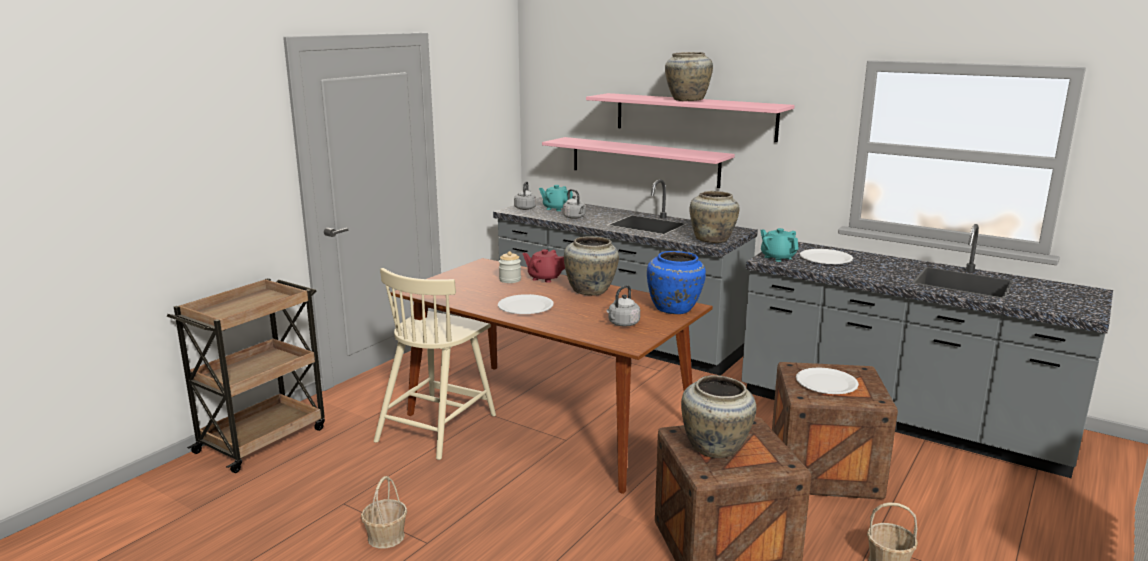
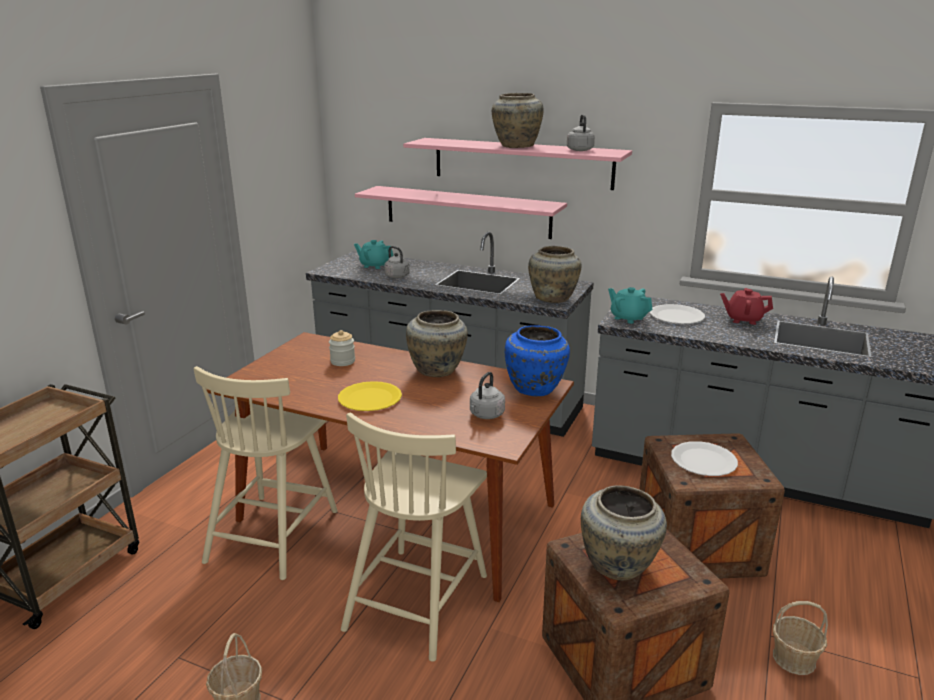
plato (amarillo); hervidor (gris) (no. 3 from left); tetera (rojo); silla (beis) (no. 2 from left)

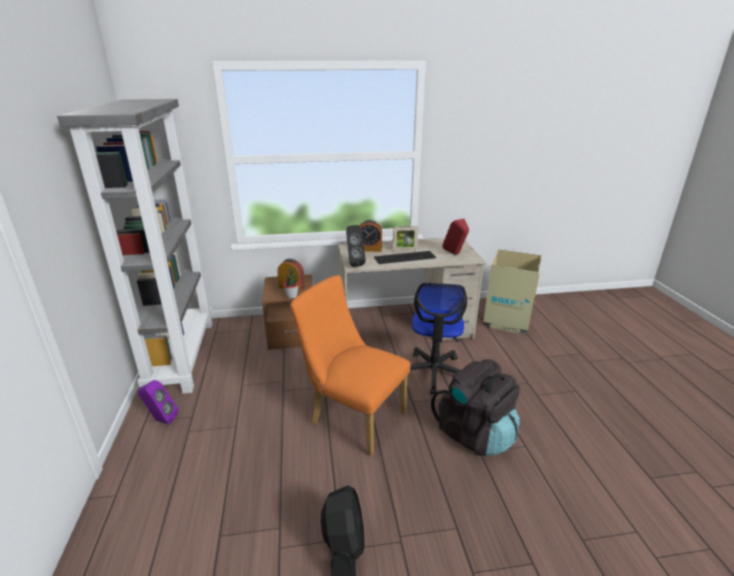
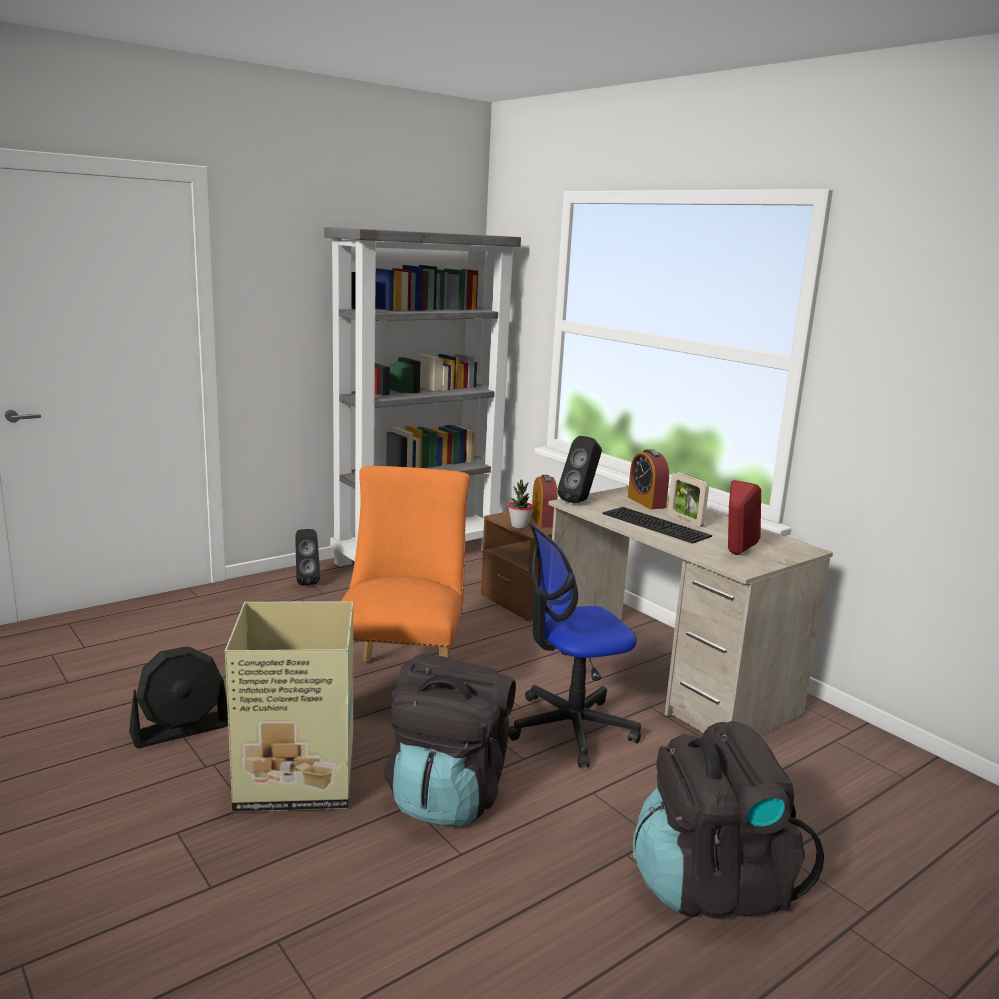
altavoz (negro) (no. 1 from left); caja de cartón; mochila (negro) (no. 2 from left)

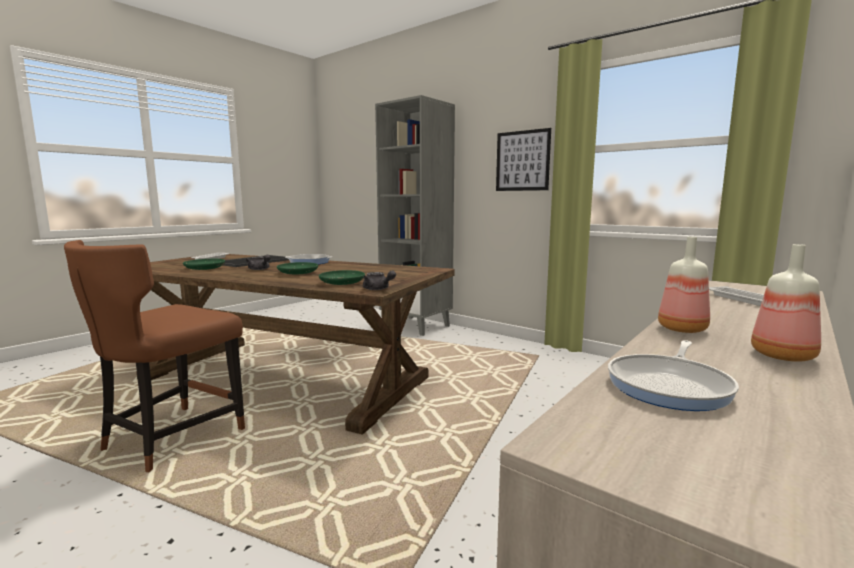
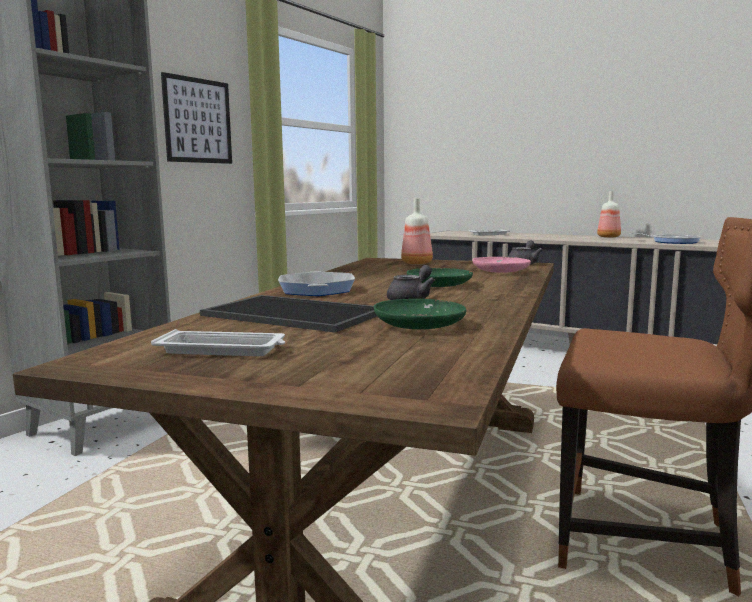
plato (rosa); botella (no. 1 from left)

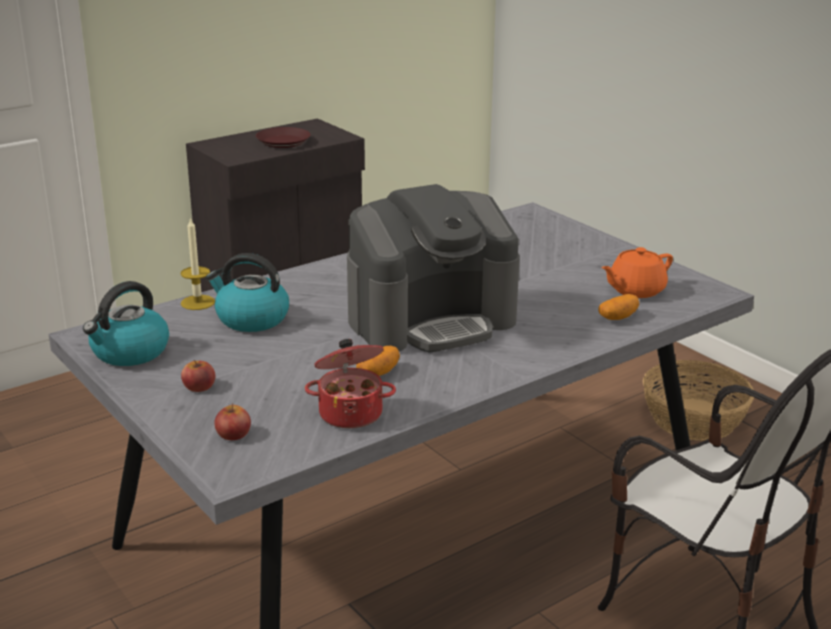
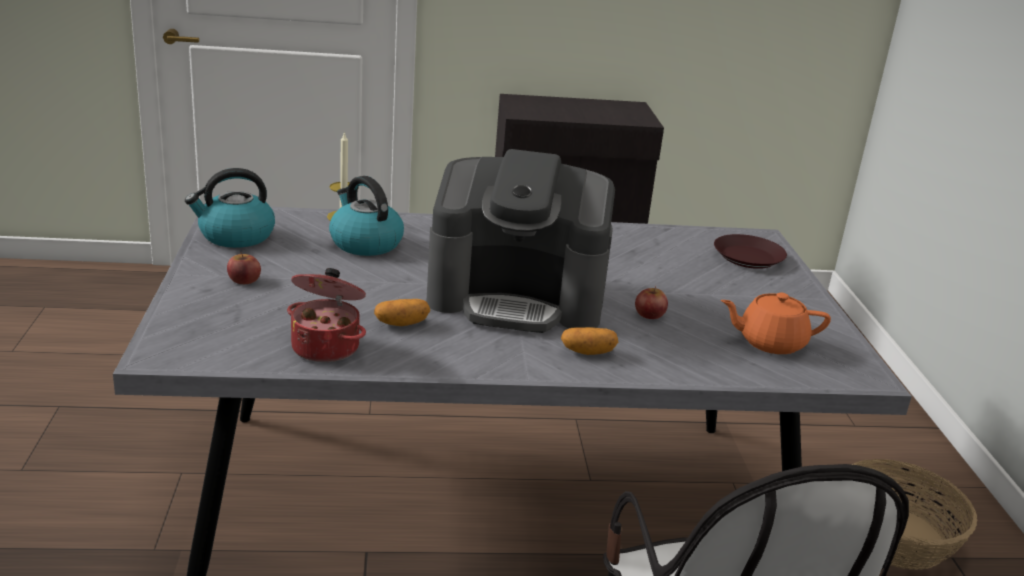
manzana (no. 2 from left); plato (marrón); patata (no. 2 from left)

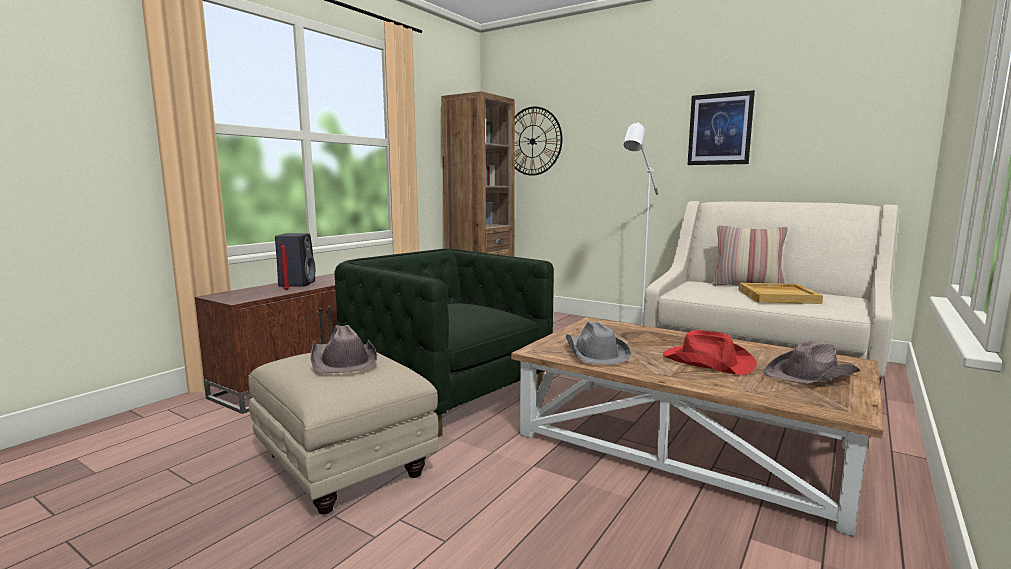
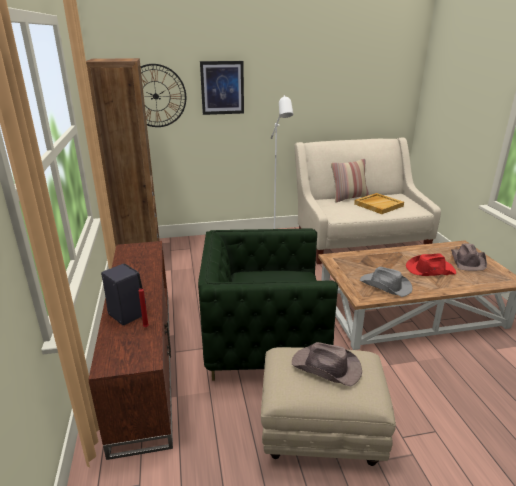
cuadro

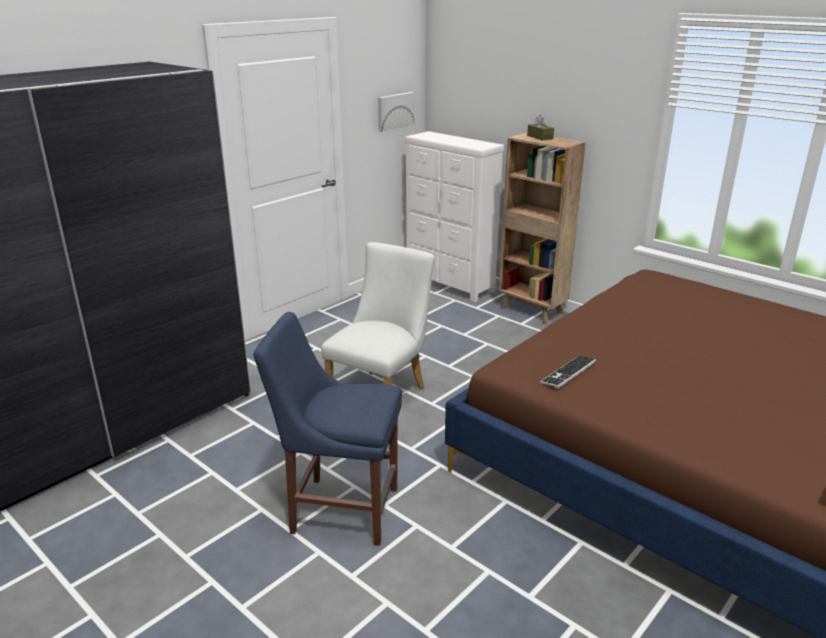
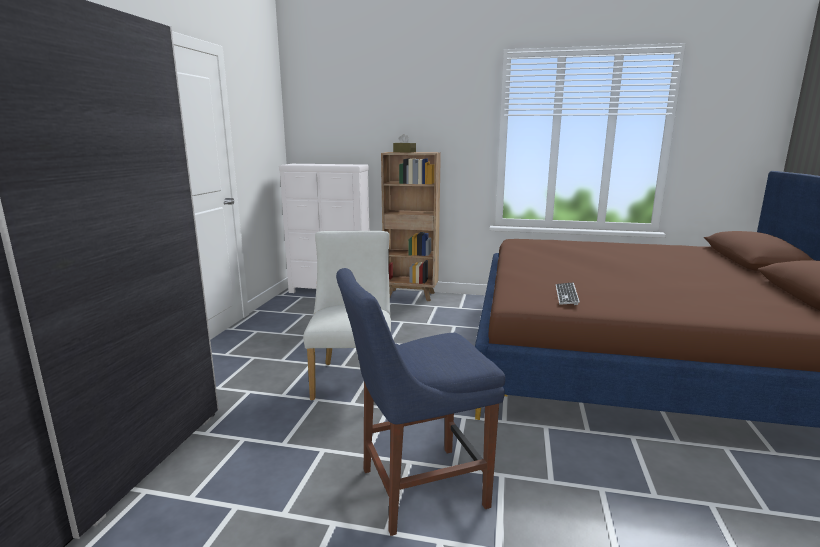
cuadro

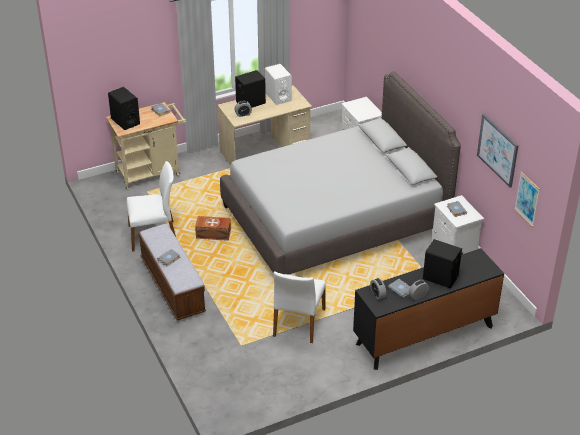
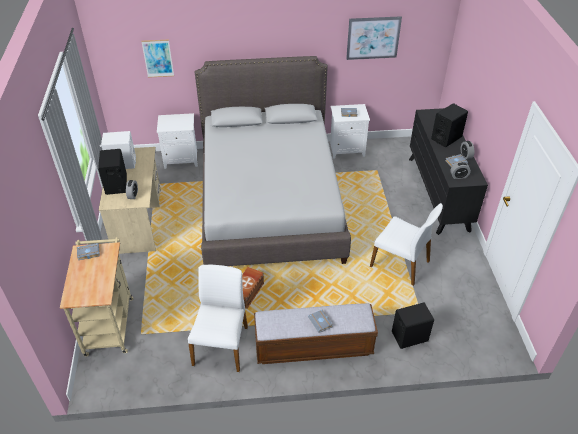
altavoz (negro) (no. 2 from left); cuadro (no. 1 from left)

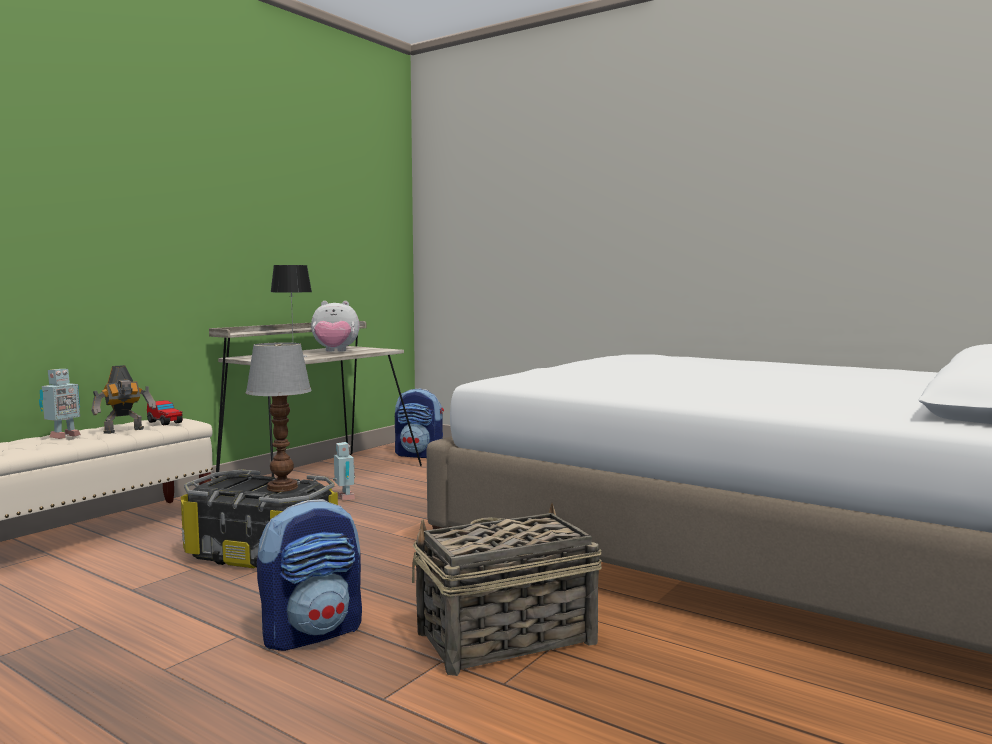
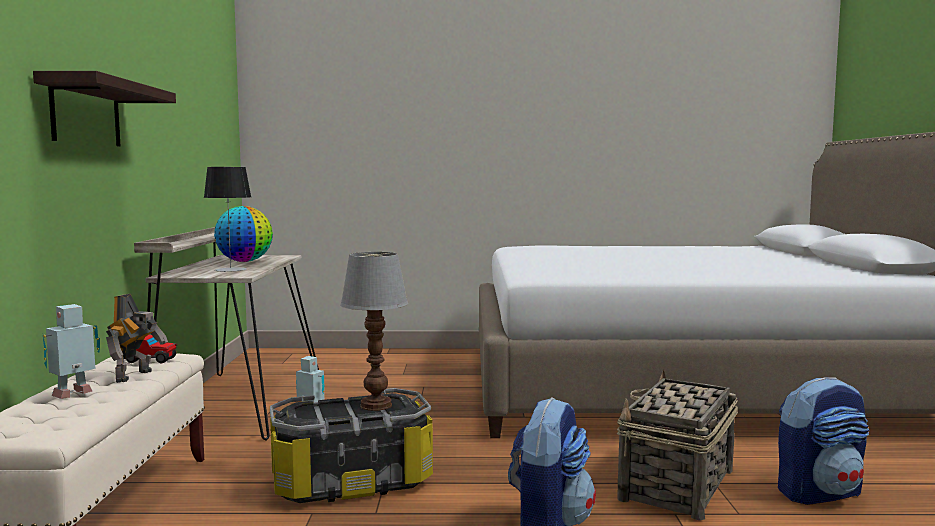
robot de juguete (no. 1 from left); globo terráqueo; mochila (no. 2 from left); estante

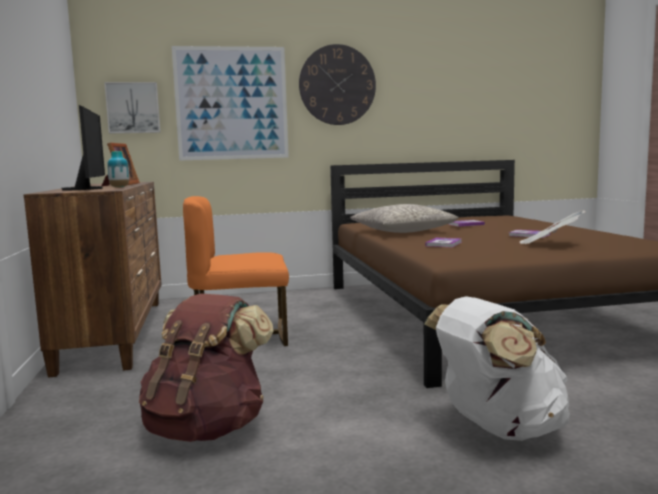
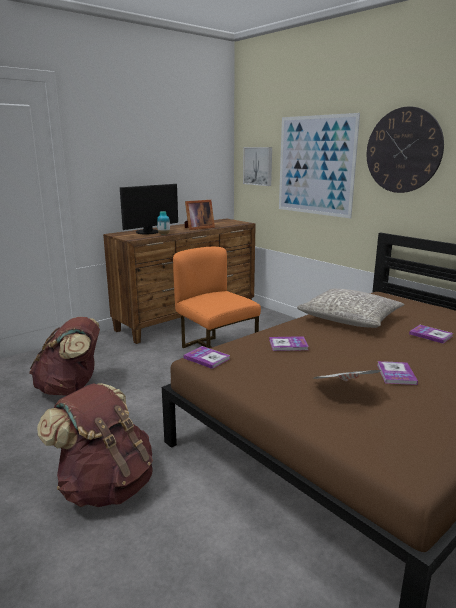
mochila (marrón) (no. 2 from left); libro (no. 1 from left)

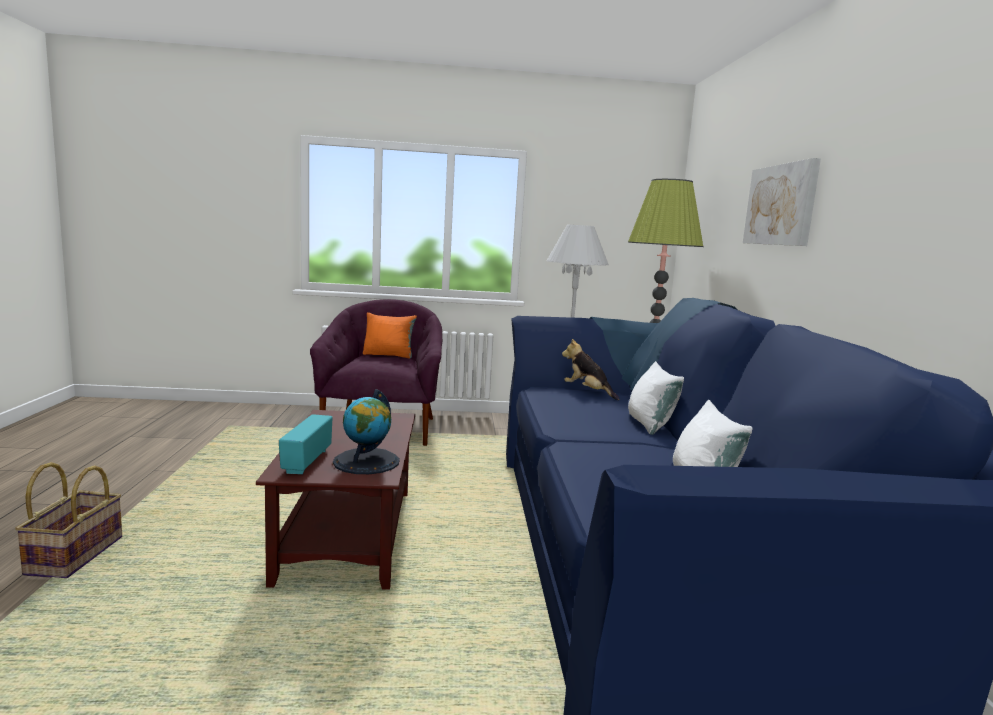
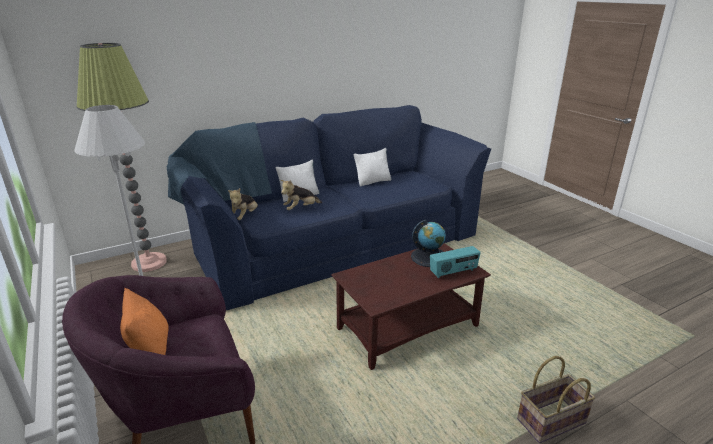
cuadro; peluche (no. 2 from left)

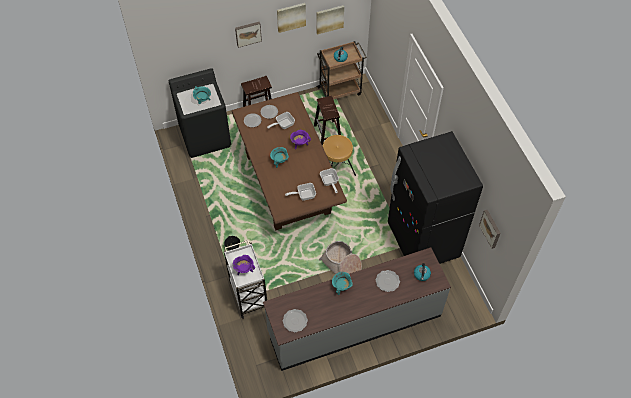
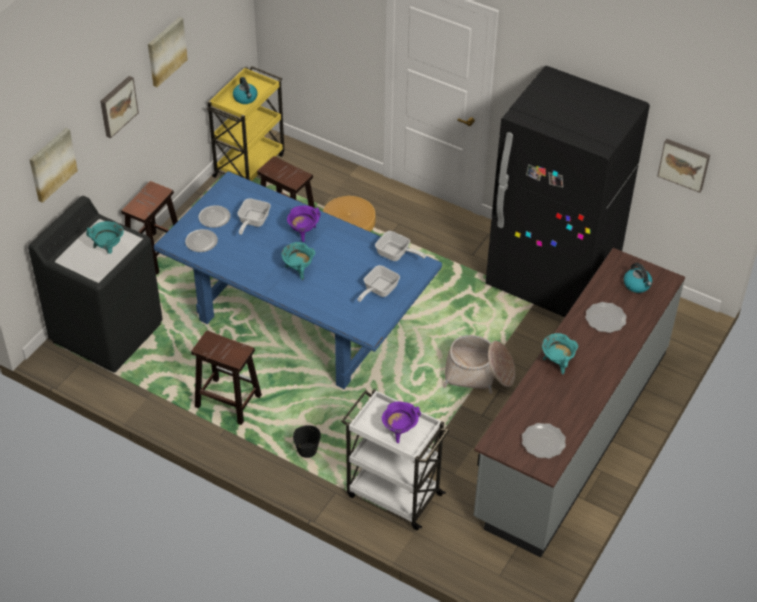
mesa de comedor (azul); cuadro (no. 1 from left); carrito (amarillo); taburete (marrón) (no. 2 from left)

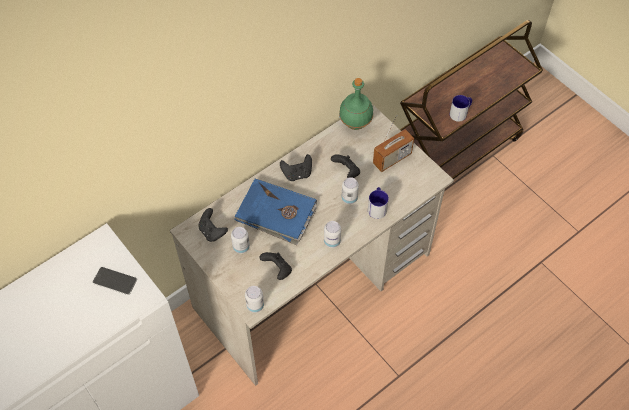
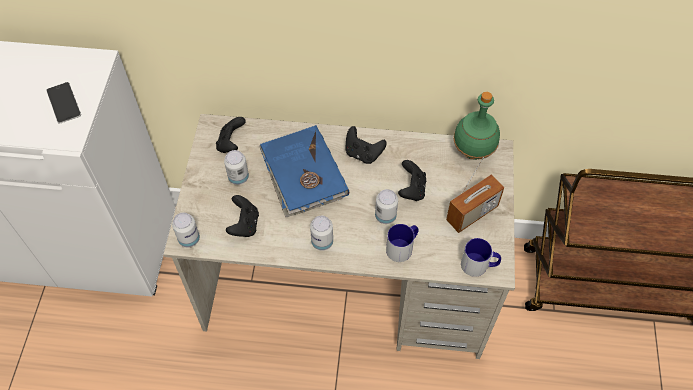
radio; taza grande (no. 2 from left)

